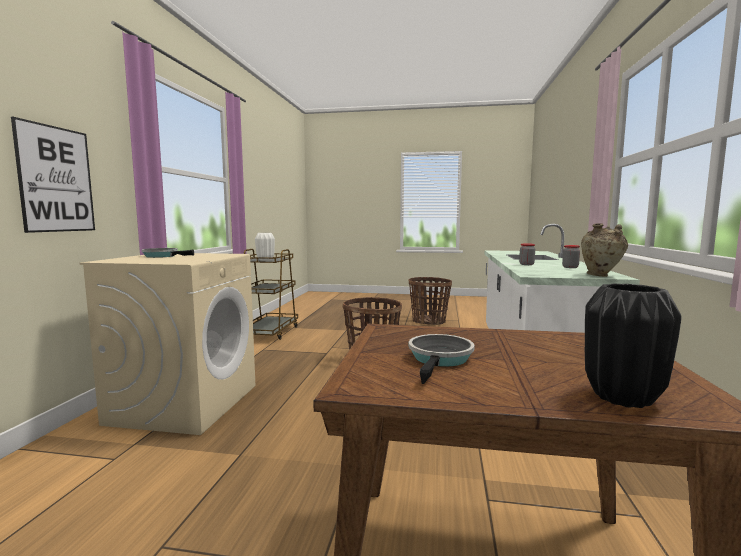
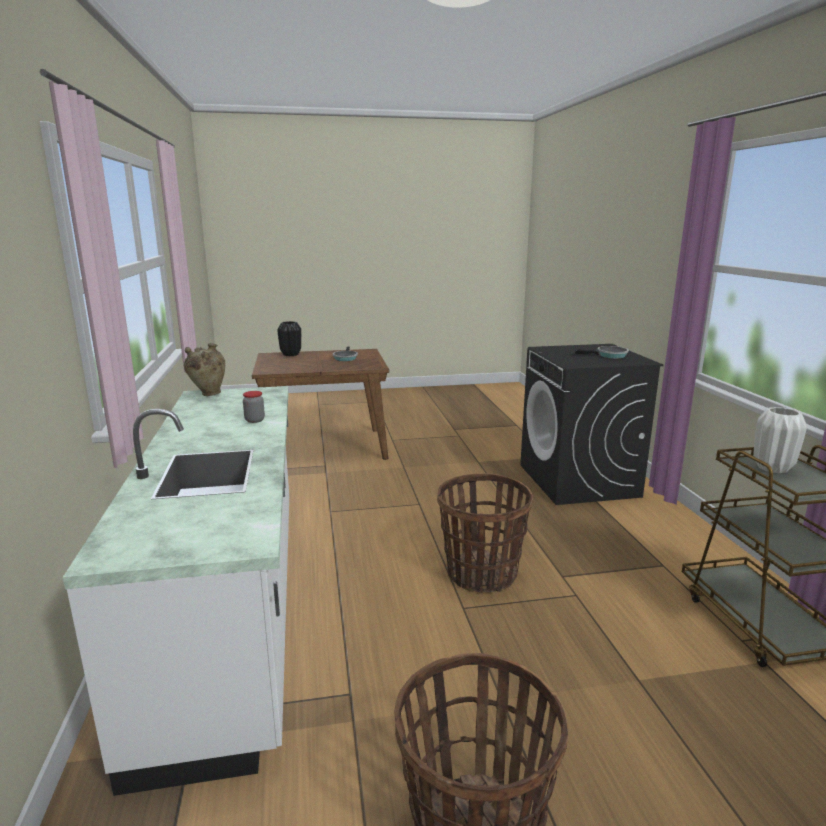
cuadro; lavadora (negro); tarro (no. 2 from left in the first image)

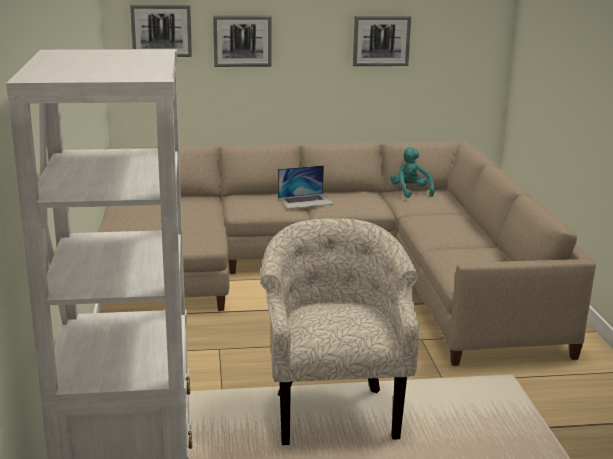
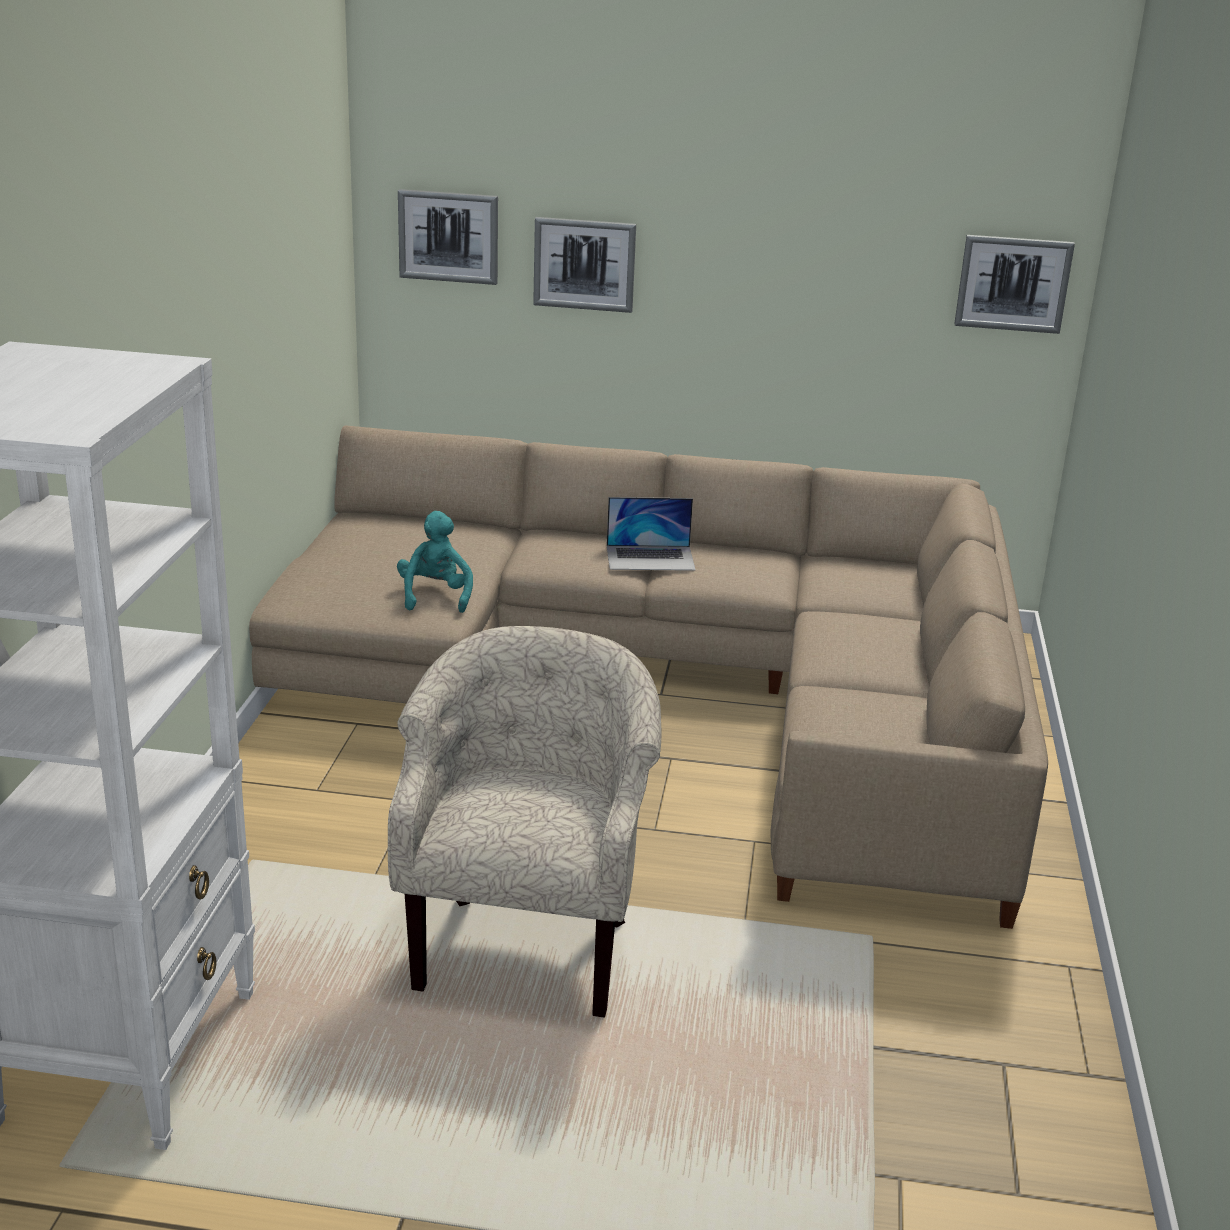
cuadro (no. 3 from left); peluche (turquesa)

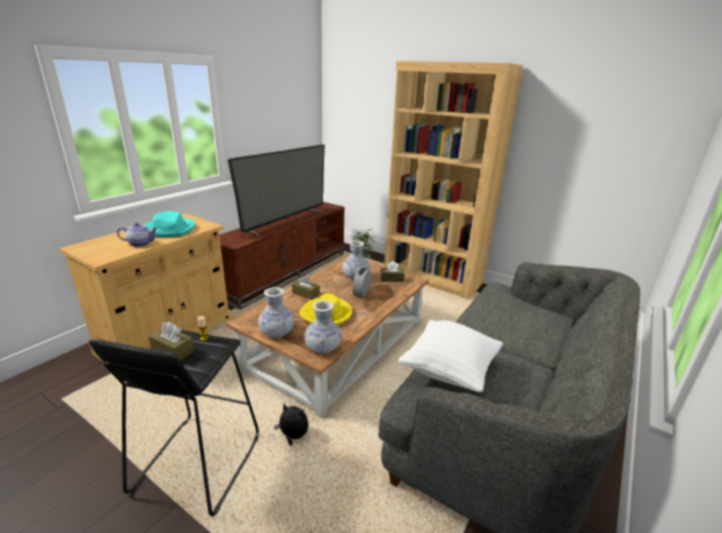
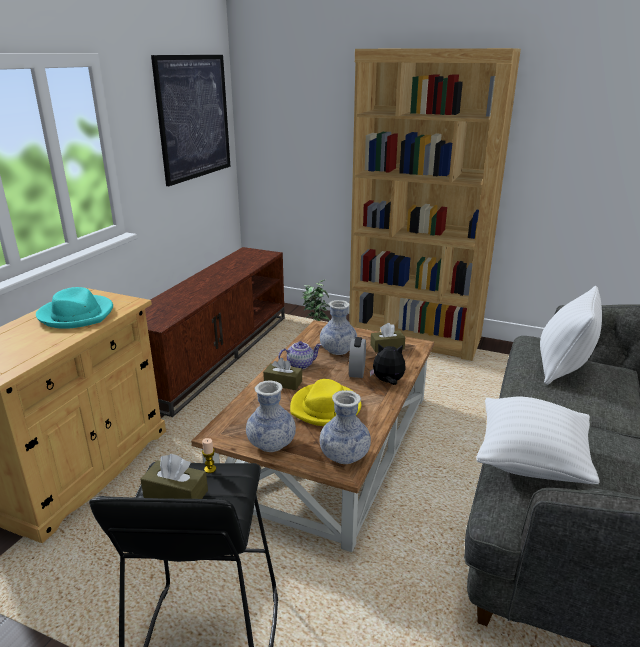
tetera; televisor; peluche; cuadro; cojín (blanco) (no. 2 from left)

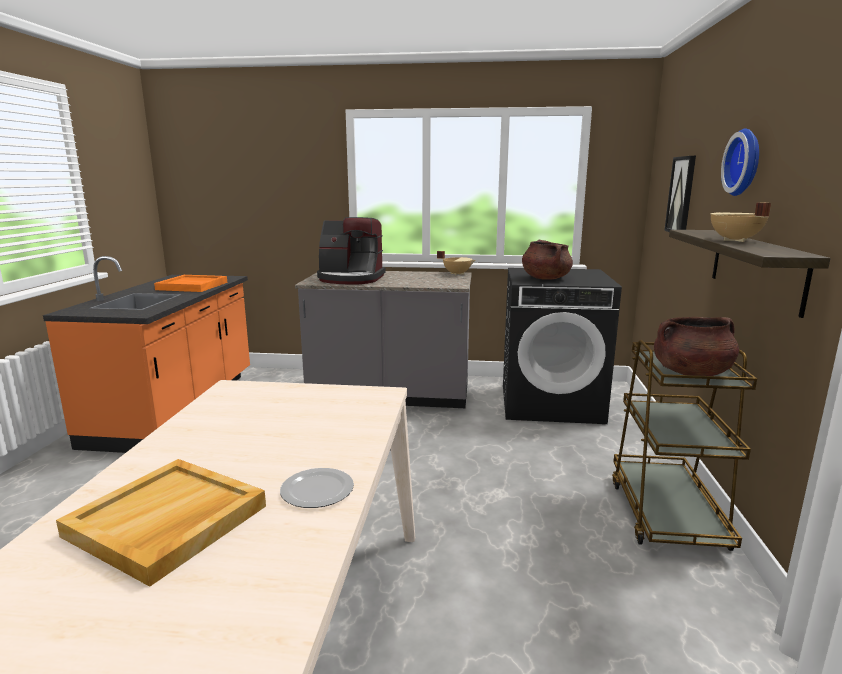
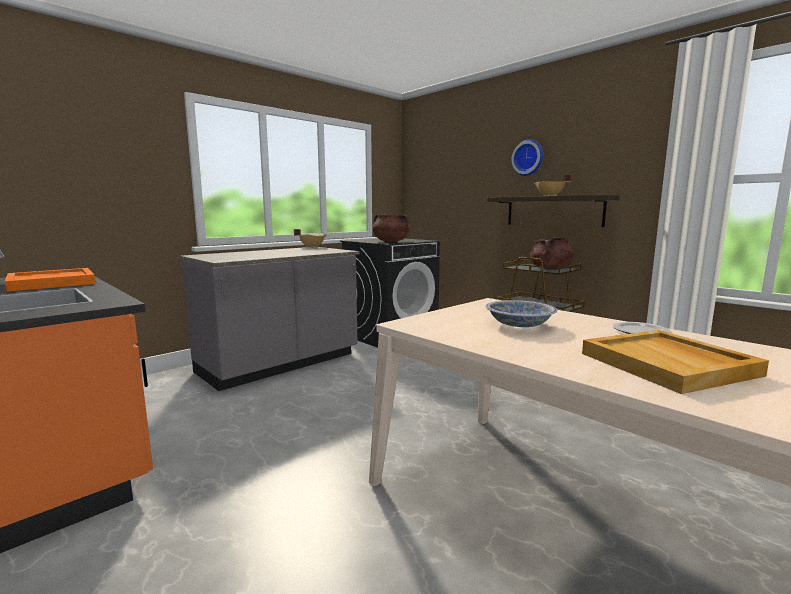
cafetera; cuadro; cuenco

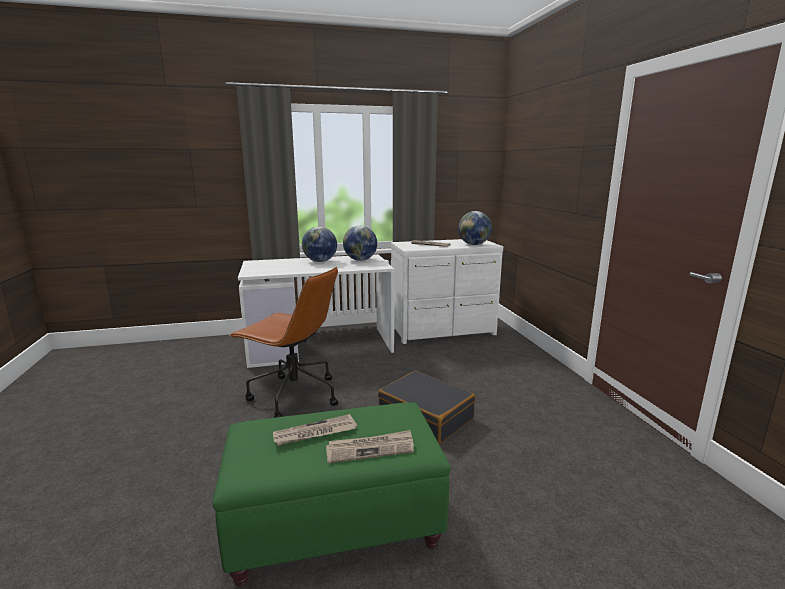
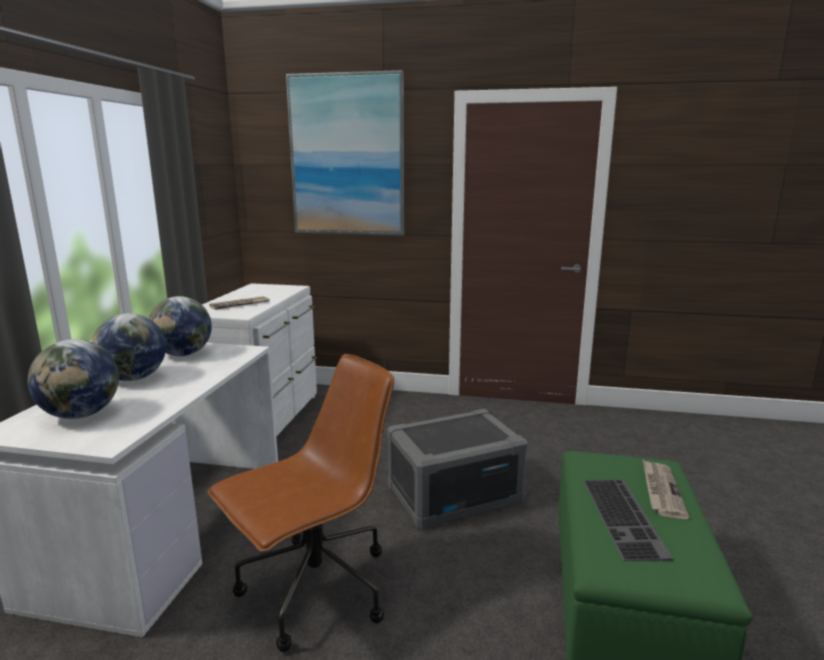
teclado; caja de almacenaje (gris); globo terráqueo (no. 1 from left); cuadro

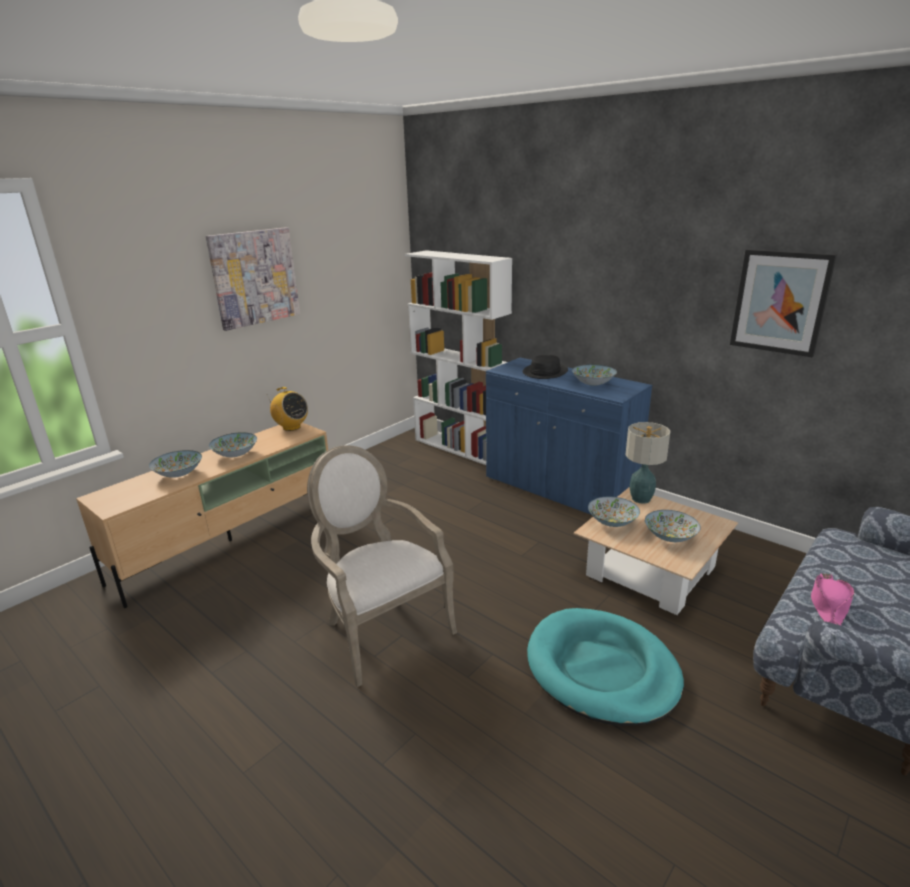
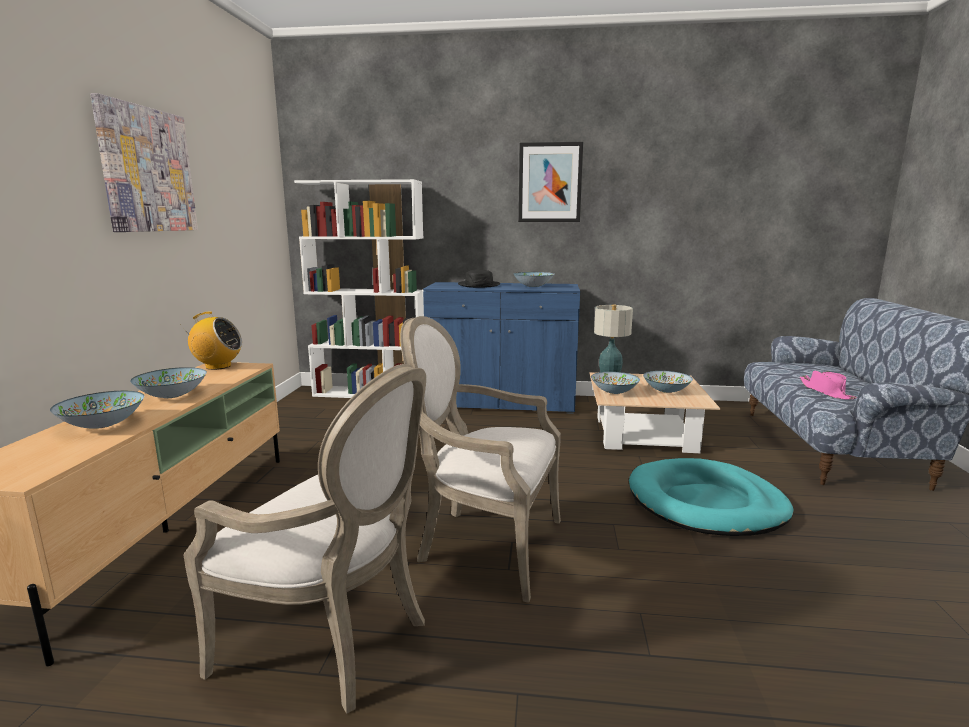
cuadro (no. 2 from left); sillón (no. 1 from left)

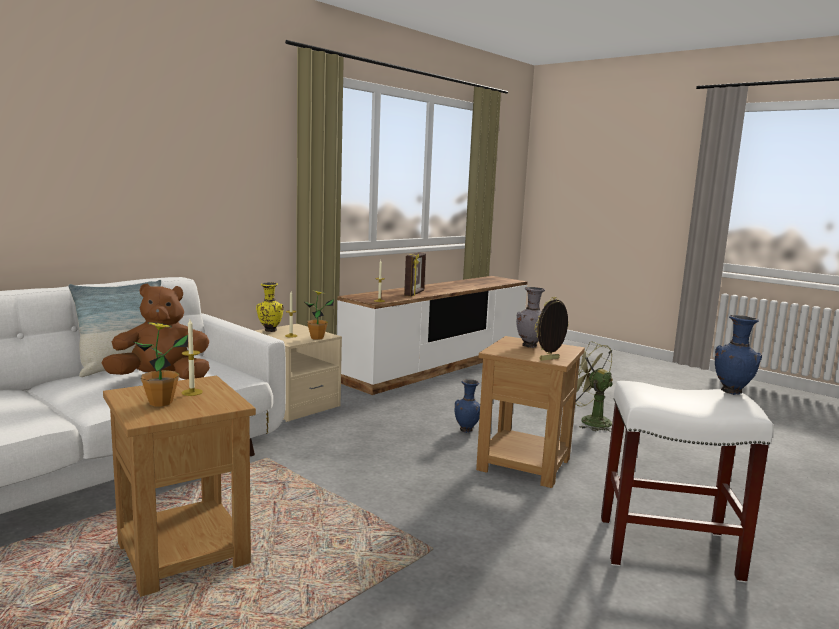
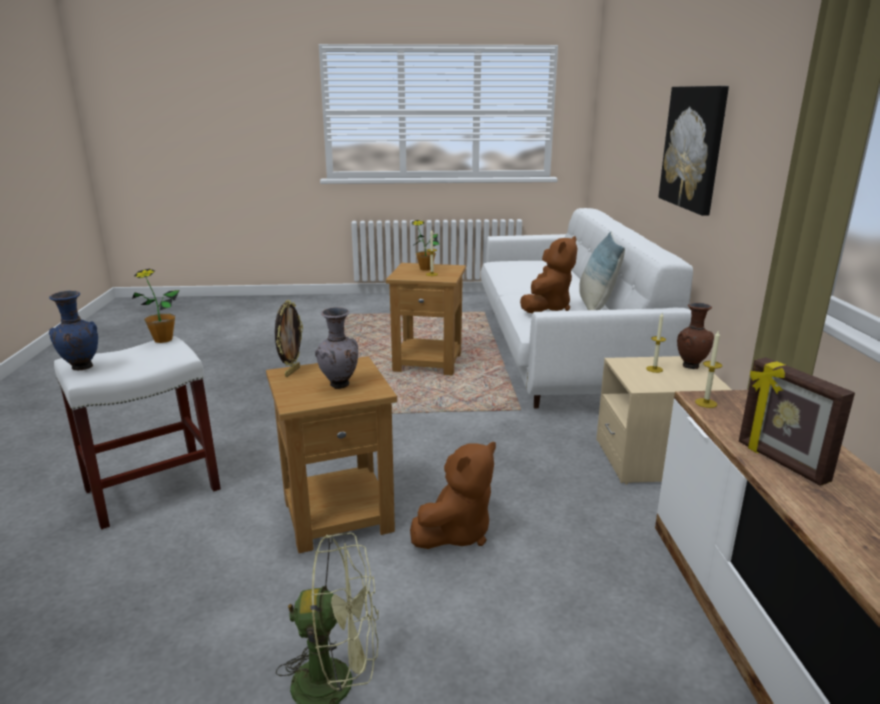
florero (marrón); planta en maceta (no. 1 from left); peluche (marrón) (no. 1 from left); cuadro

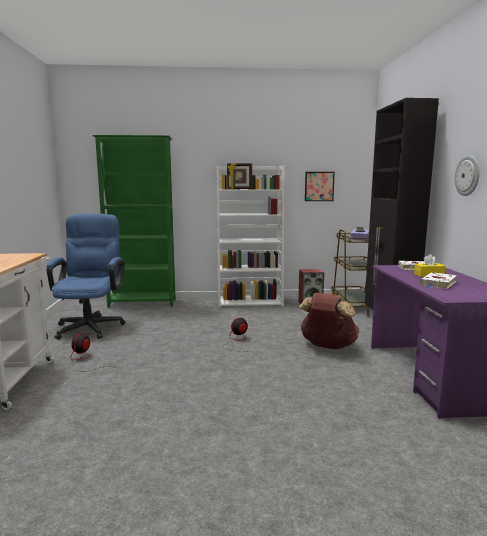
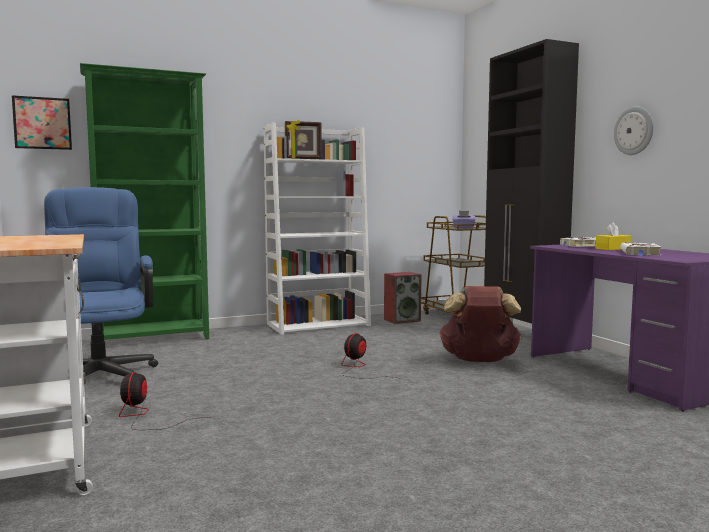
cuadro

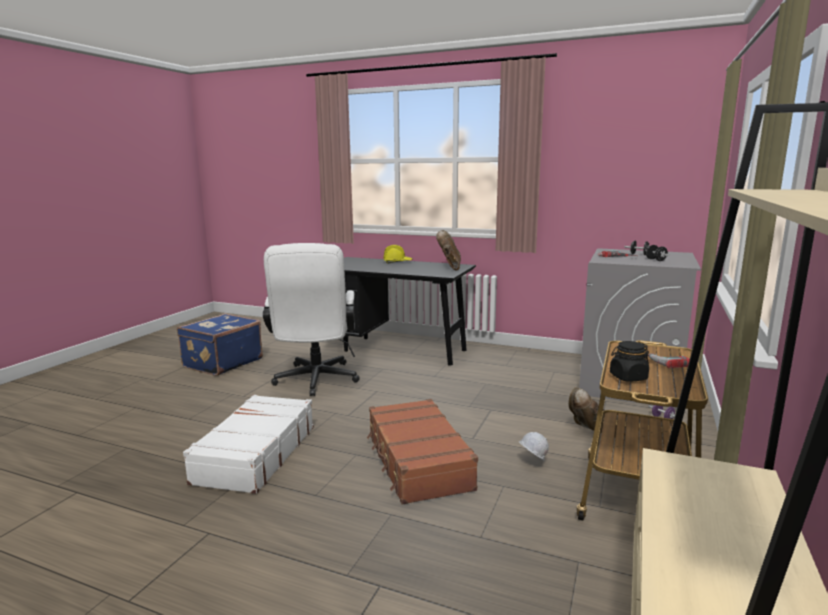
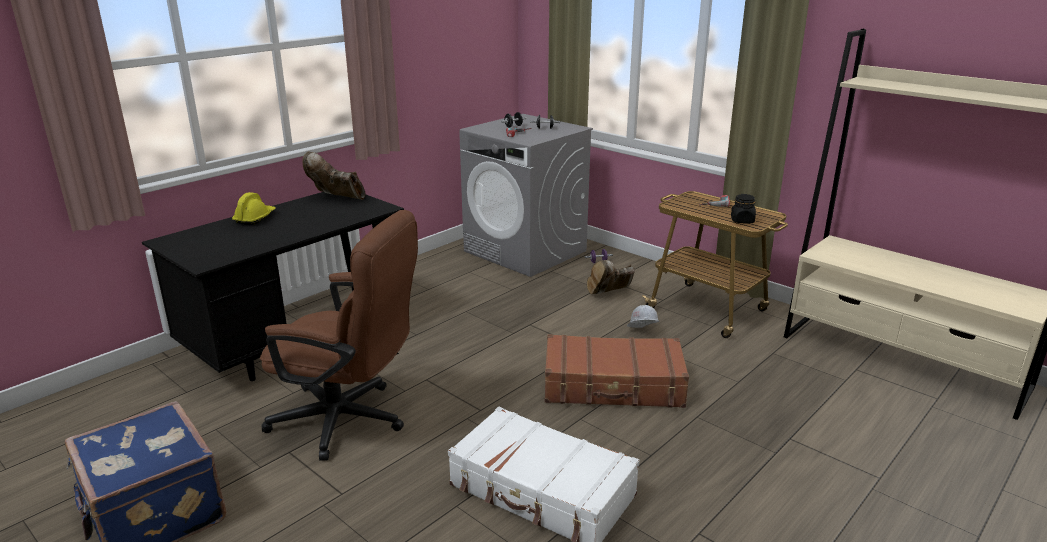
silla de oficina (marrón)

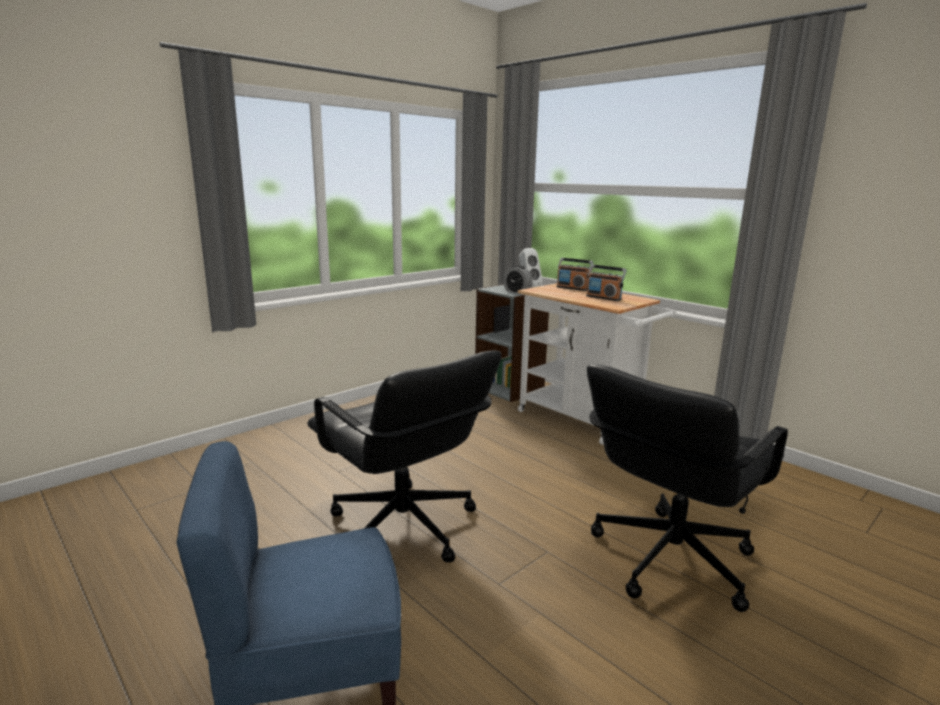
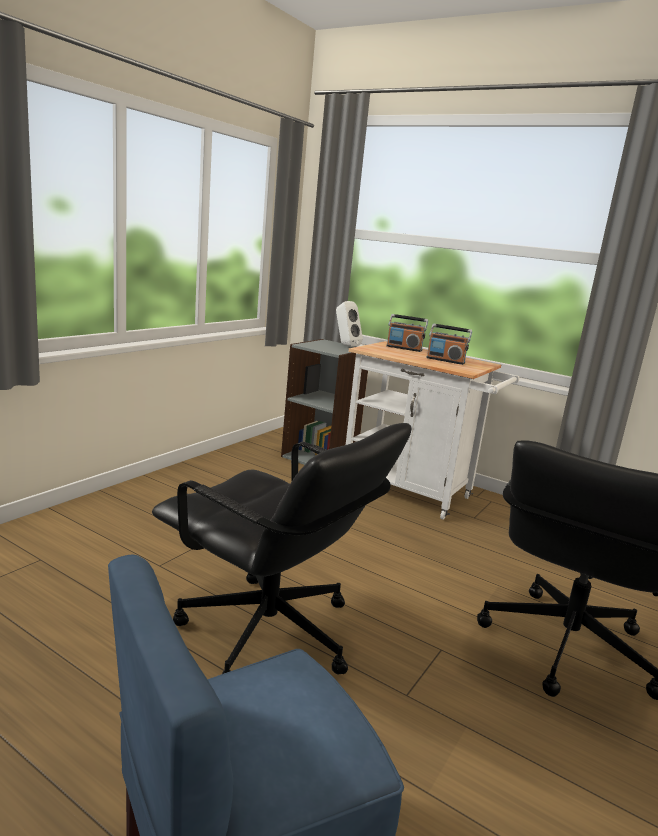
despertador

